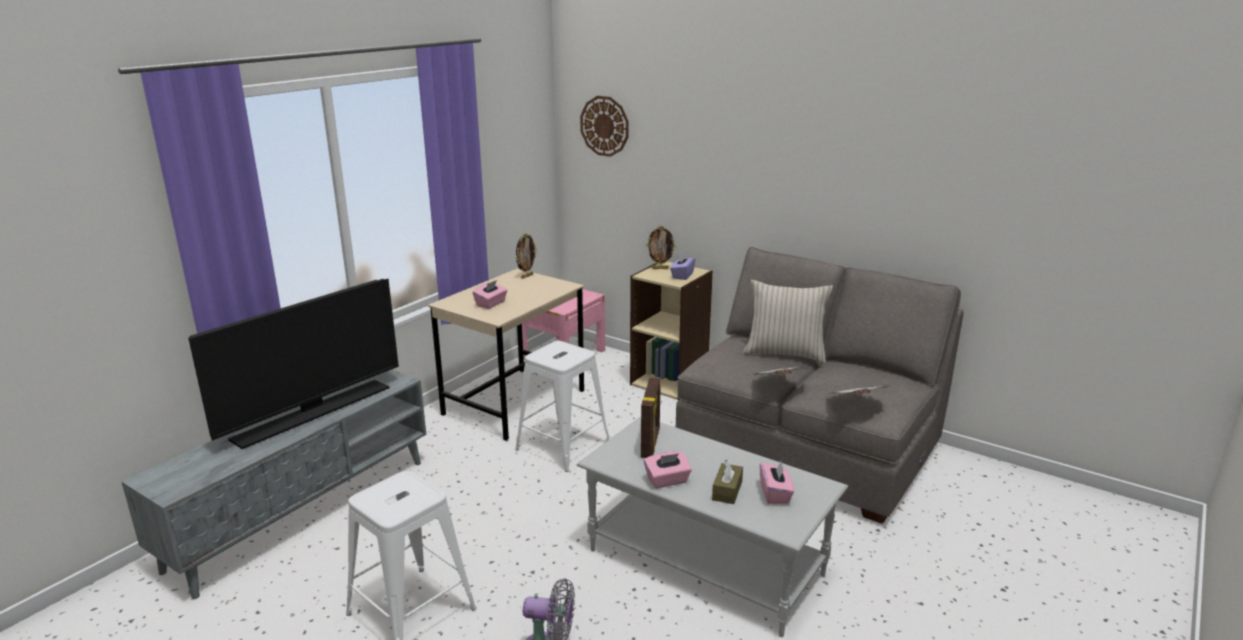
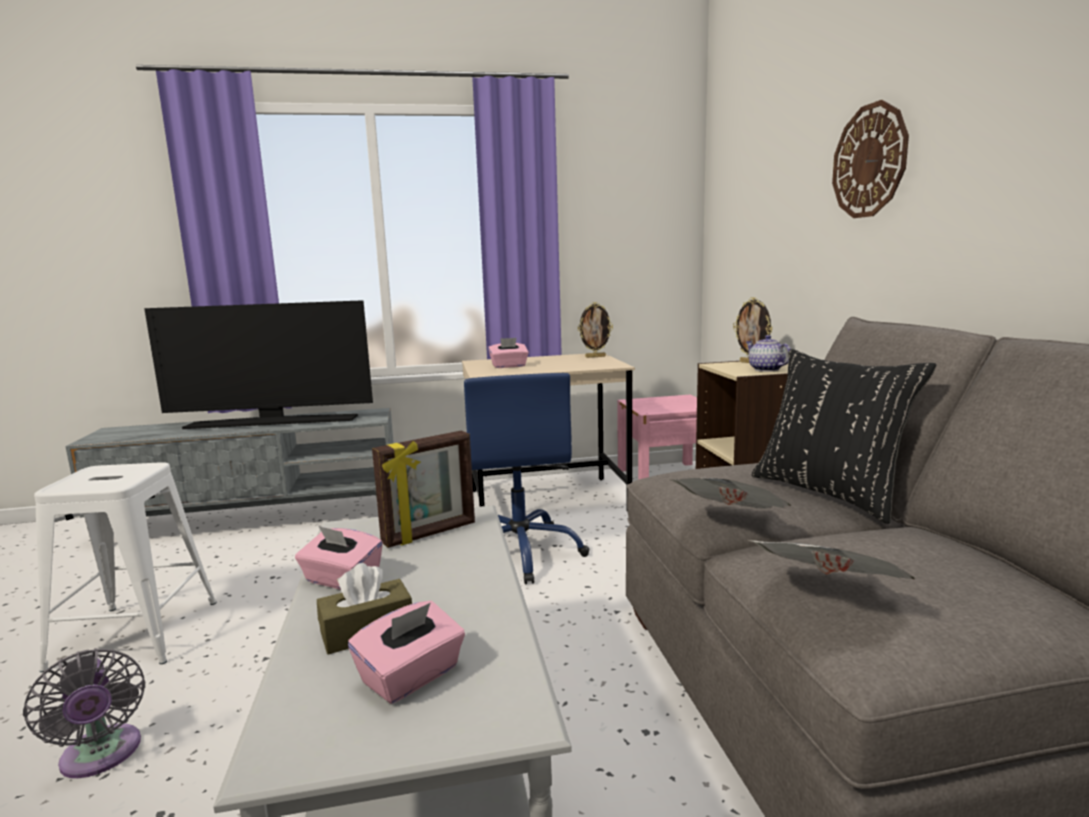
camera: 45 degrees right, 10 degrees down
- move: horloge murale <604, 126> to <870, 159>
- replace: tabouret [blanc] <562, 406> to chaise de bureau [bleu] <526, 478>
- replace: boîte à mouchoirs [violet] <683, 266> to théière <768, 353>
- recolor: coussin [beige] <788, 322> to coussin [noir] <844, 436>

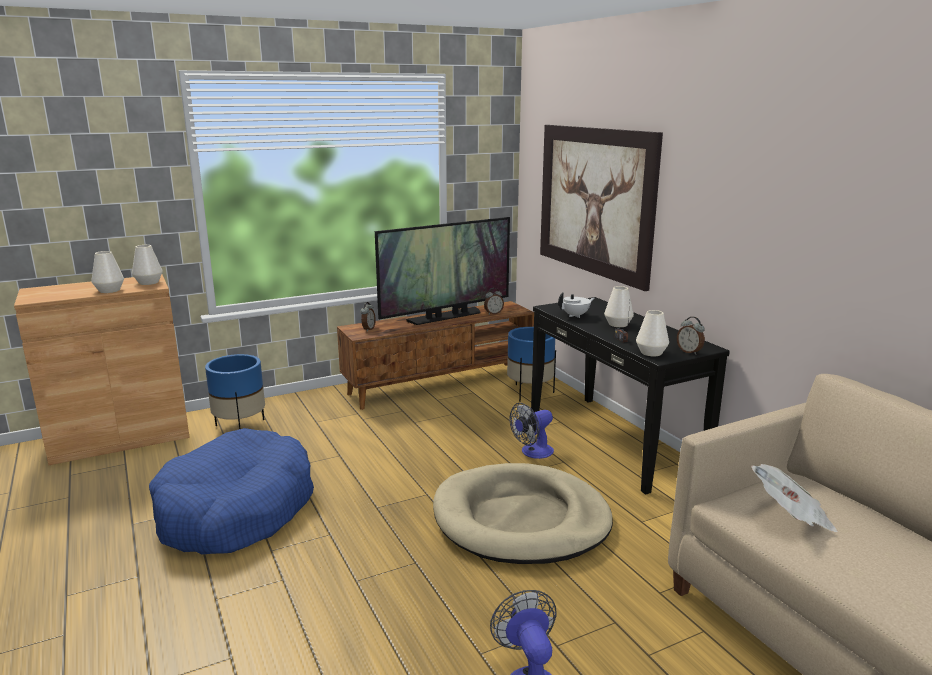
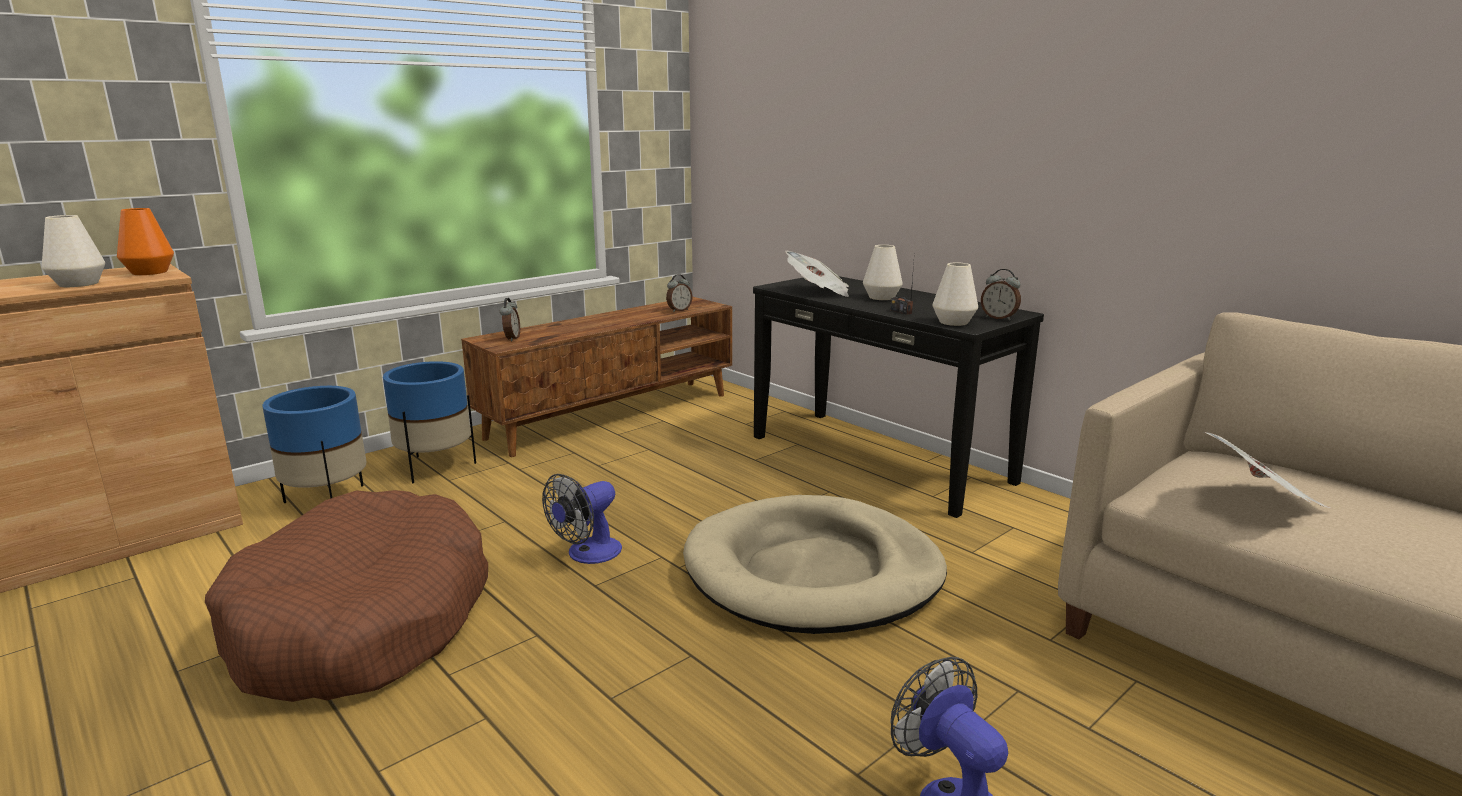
camera: 15 degrees left, 0 degrees up
- delete: téléviseur <442, 271>
- delete: tableau <601, 208>
- move: cache-pot [bleu] <531, 364> to <429, 422>
- move: ventilateur <531, 431> to <582, 519>
- replace: théière [blanc] <576, 305> to journal <817, 274>
- recolor: vase [blanc] <147, 265> to vase [orange] <145, 241>
- recolor: panier pour chien [bleu] <231, 491> to panier pour chien [marron] <346, 596>

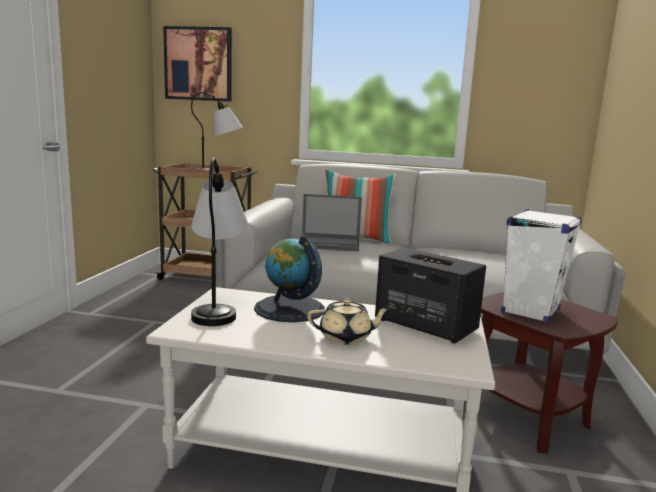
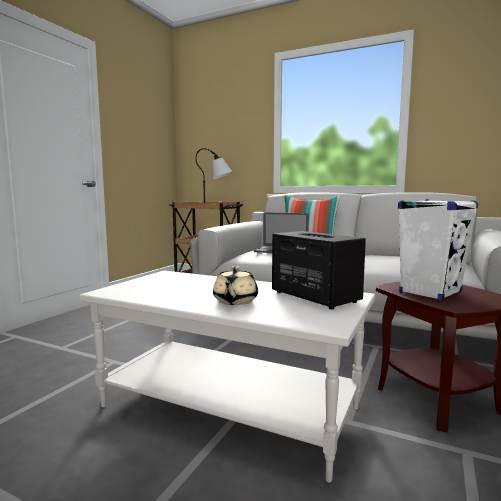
camera: 15 degrees right, 5 degrees down
- delete: tableau <197, 64>
- delete: lampe de table <219, 242>
- delete: globe <289, 278>
- rotate: théière [beige] <349, 321> = <235, 285> 90 degrees clockwise

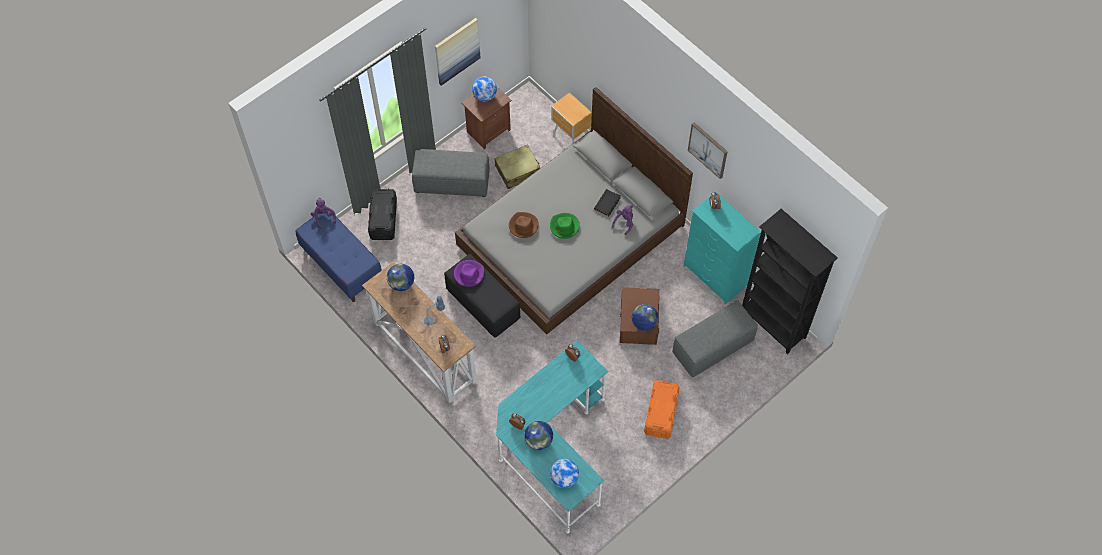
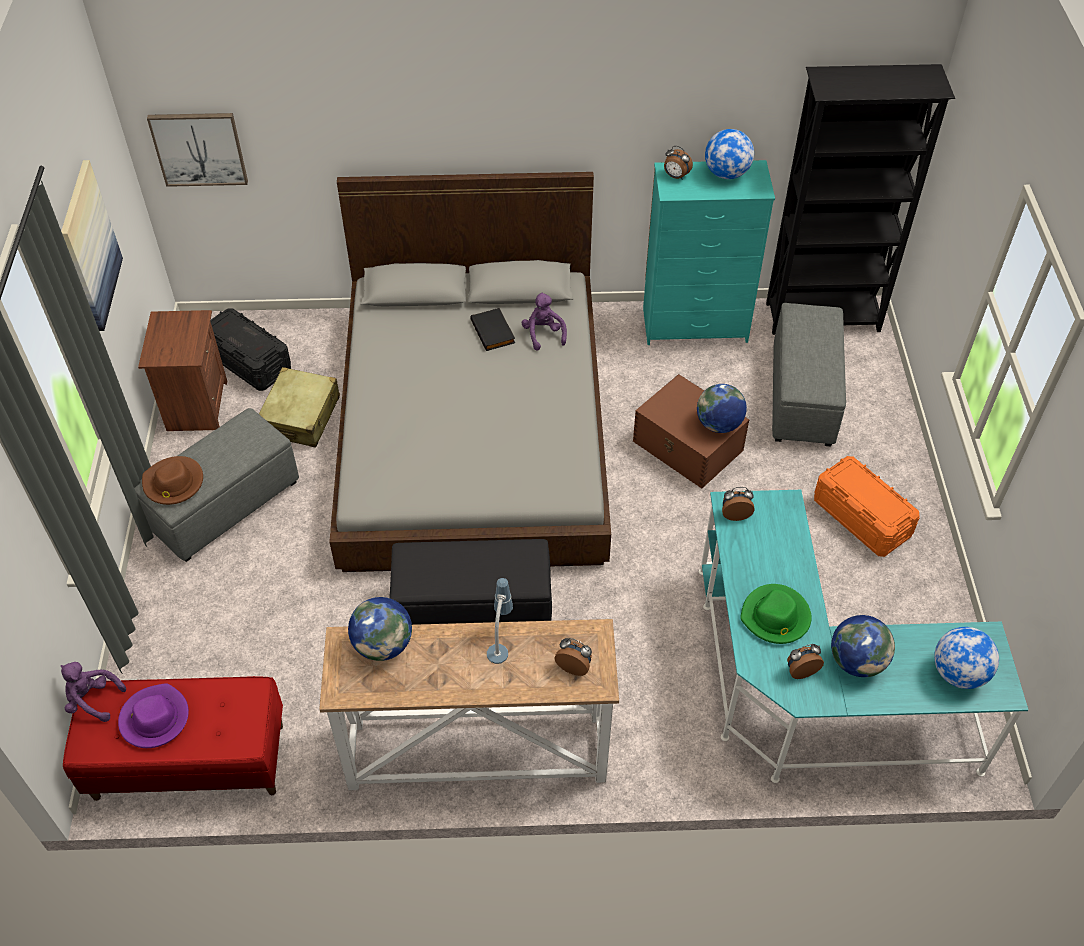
camera: 50 degrees left, 10 degrees down
- delete: table de chevet [marron] <571, 118>
- move: boîte de rangement [noir] <382, 214> to <251, 349>
- move: chapeau [violet] <469, 273> to <153, 715>
- move: globe <484, 88> to <729, 154>
- move: chapeau [marron] <524, 225> to <172, 480>
- move: chapeau [vert] <565, 226> to <776, 614>
- move: tableau <708, 151> to <197, 150>
- recolor: banc [bleu] <338, 256> to banc [rouge] <173, 738>

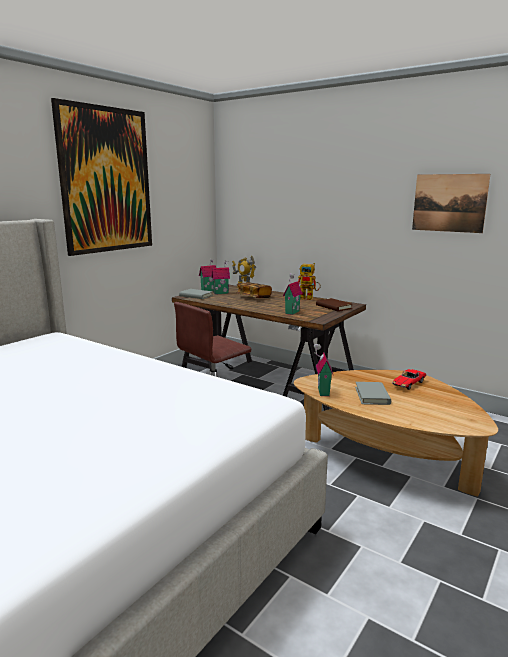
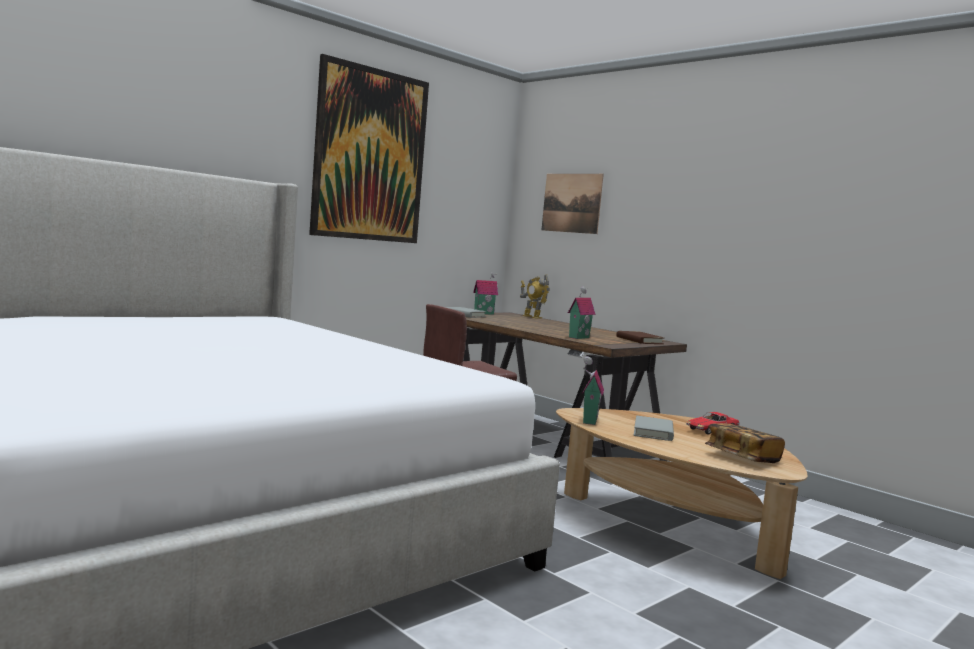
camera: 10 degrees right, 10 degrees down
- delete: maison miniature <220, 277>
- delete: robot jouet <309, 281>
- move: livre <254, 290> to <745, 443>
- move: tableau <451, 203> to <573, 204>

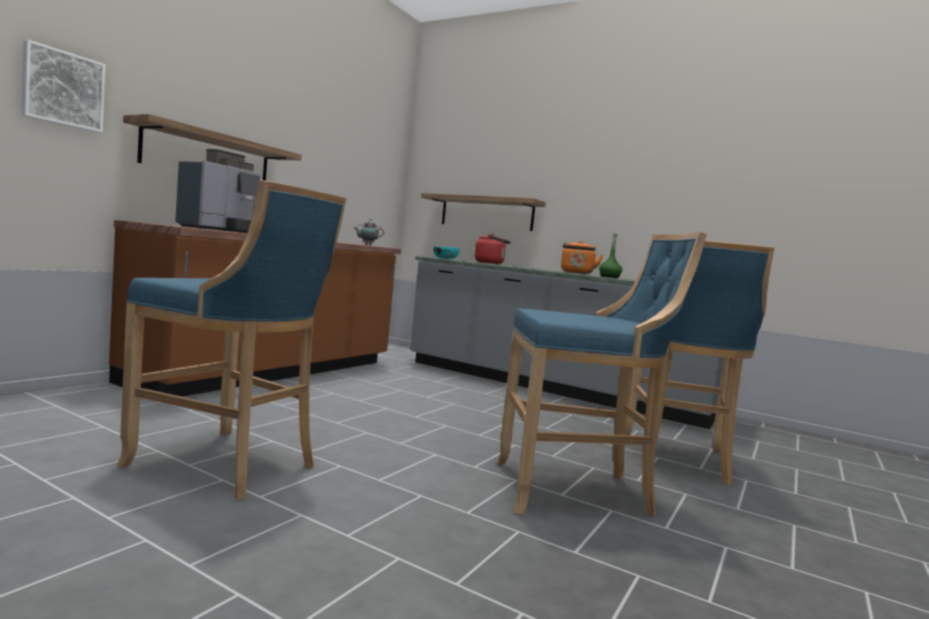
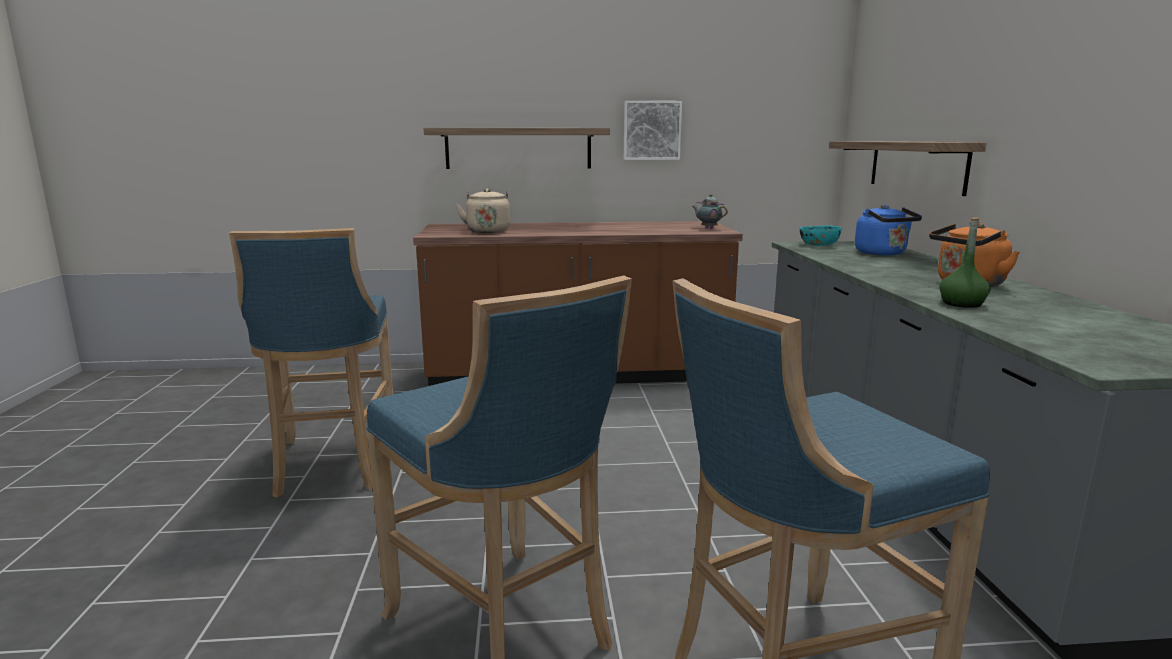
camera: 55 degrees right, 10 degrees up
- move: tableau <63, 86> to <653, 130>
- replace: machine à café <218, 191> to bouilloire [beige] <483, 211>
- recolor: bouilloire [rouge] <493, 248> to bouilloire [bleu] <888, 230>

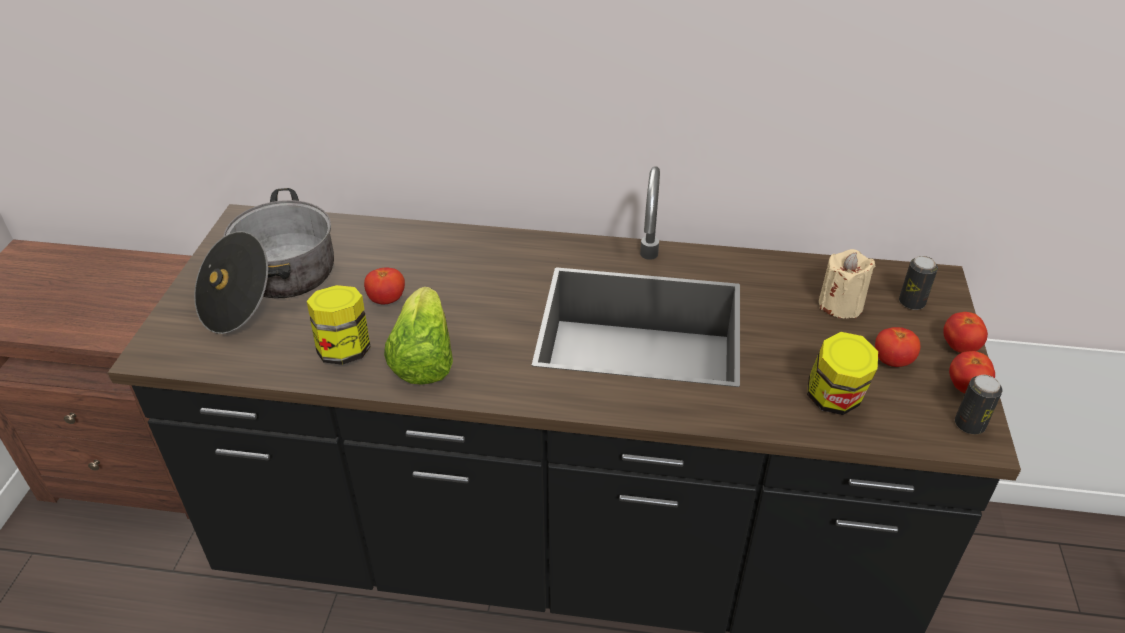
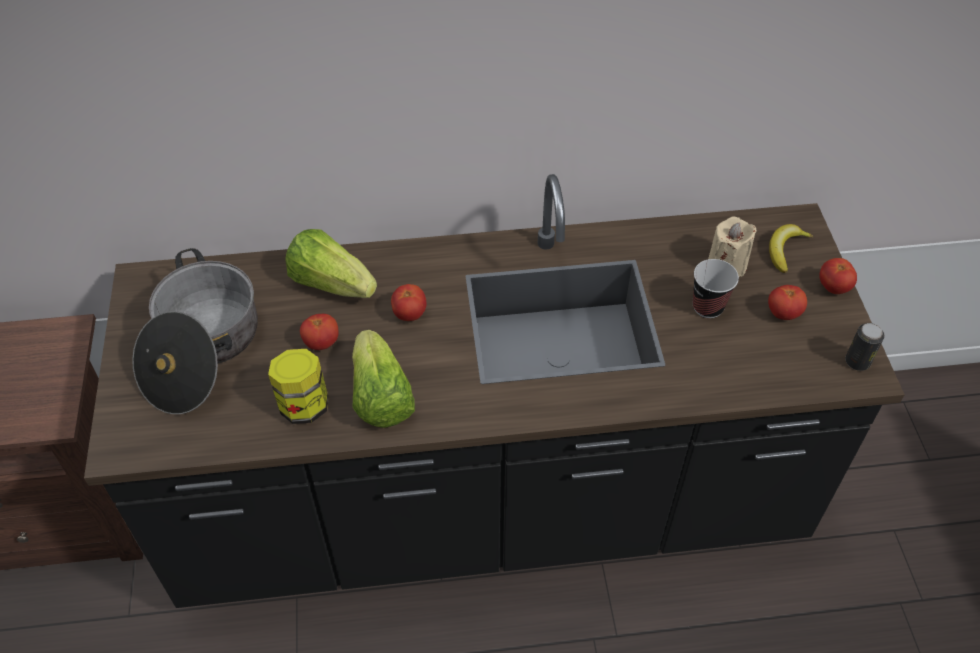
camera: 15 degrees left, 10 degrees up
- delete: bocal <842, 373>
- insert: laitue <331, 263>
- insert: tasse <716, 288>
- move: tomate <972, 372> to <409, 302>
- replace: boîte métallique <918, 283> to banane <791, 248>

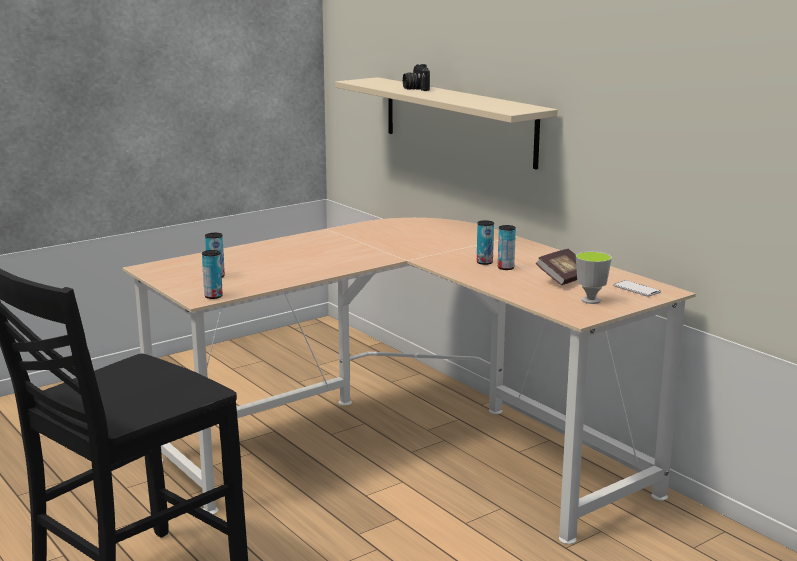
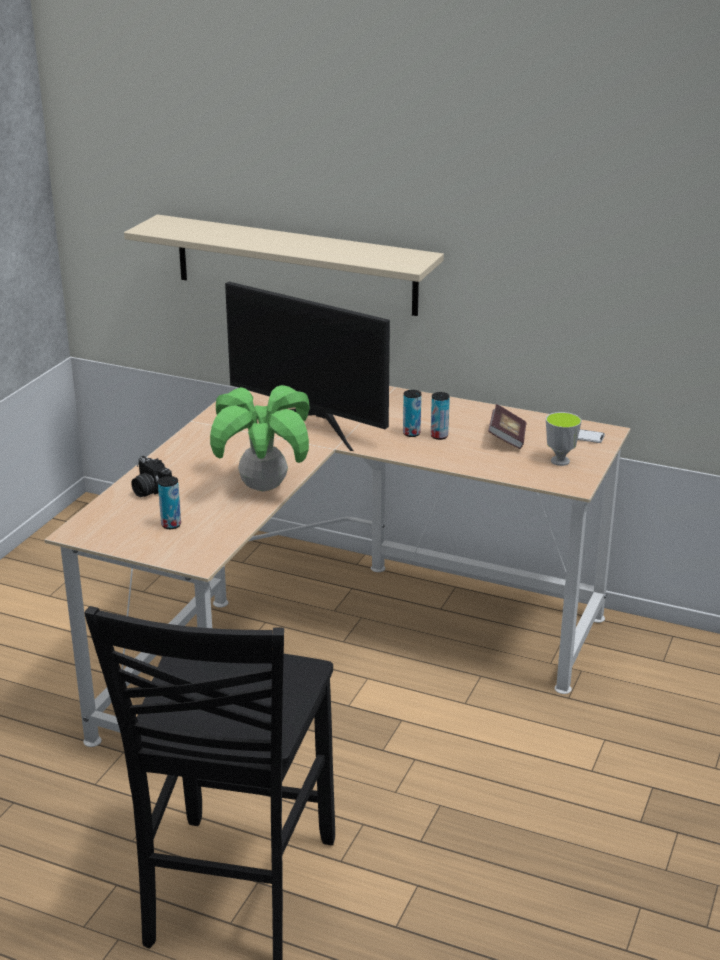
camera: 30 degrees left, 10 degrees up
- delete: boîte métallique <212, 274>
- insert: plante en pot <260, 438>
- insert: écran d'ordinateur <307, 366>
- move: appareil photo <416, 77> to <152, 476>

